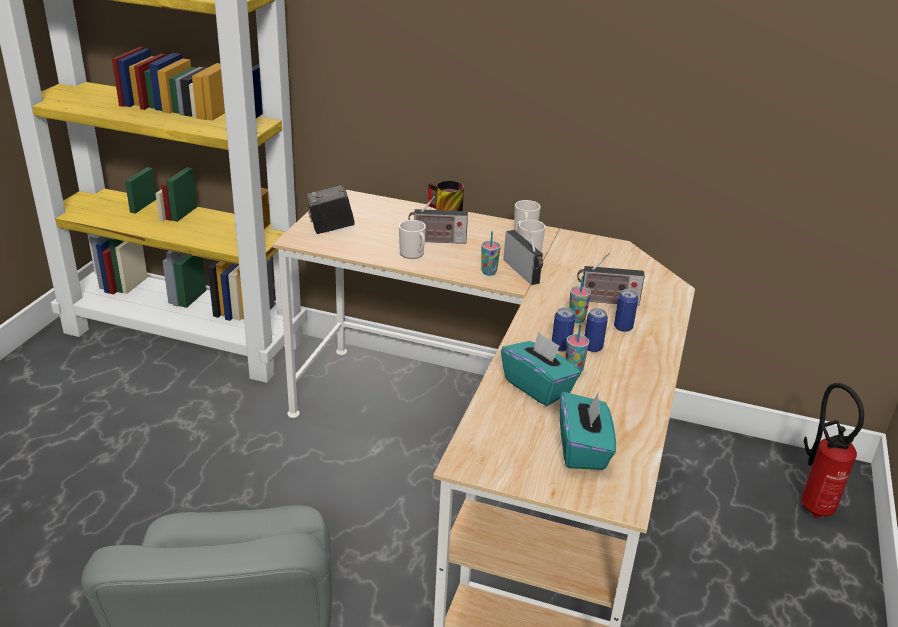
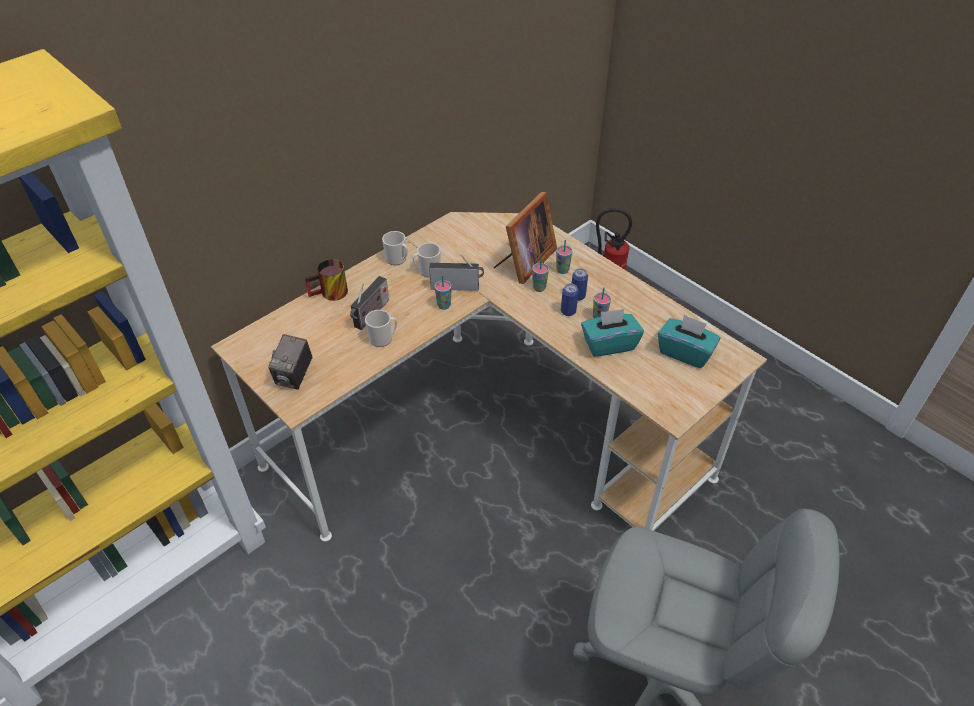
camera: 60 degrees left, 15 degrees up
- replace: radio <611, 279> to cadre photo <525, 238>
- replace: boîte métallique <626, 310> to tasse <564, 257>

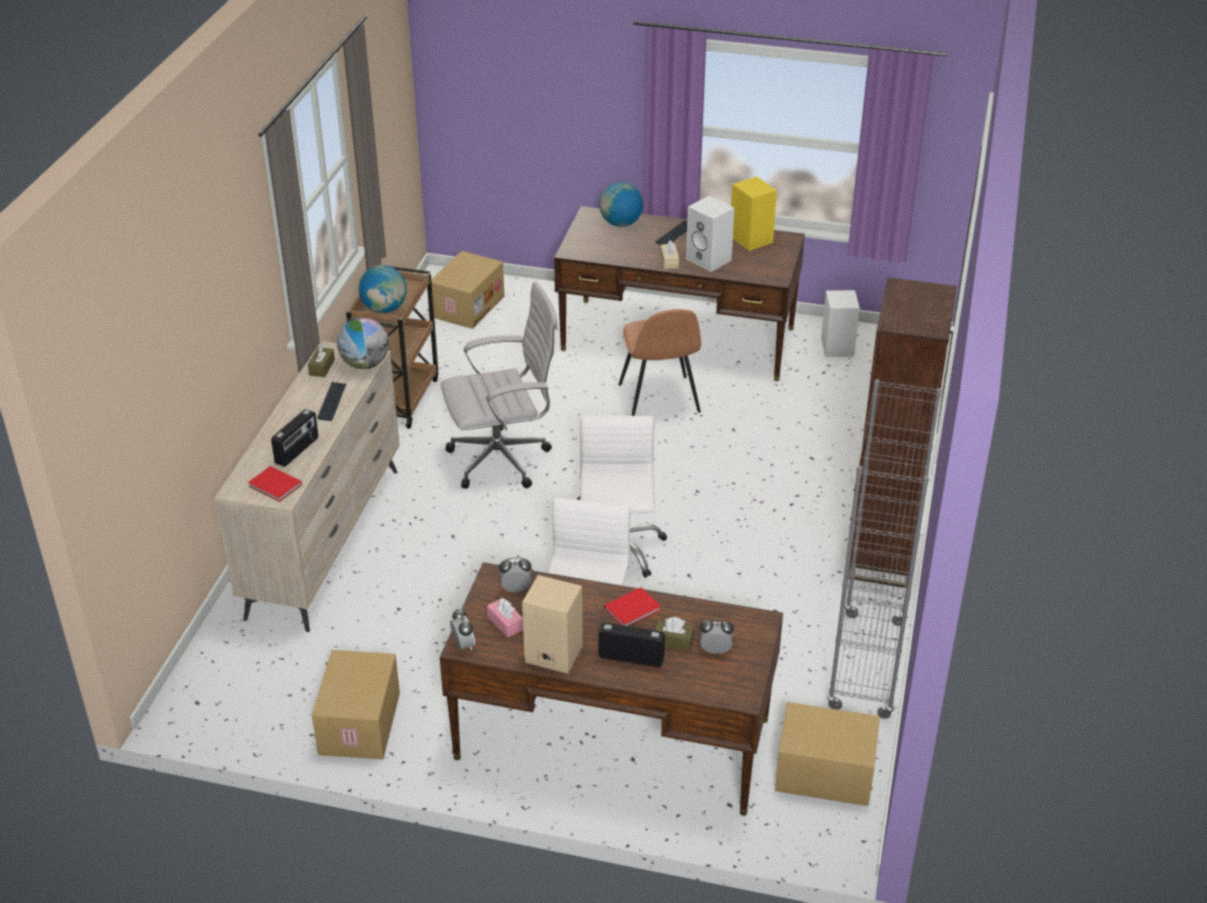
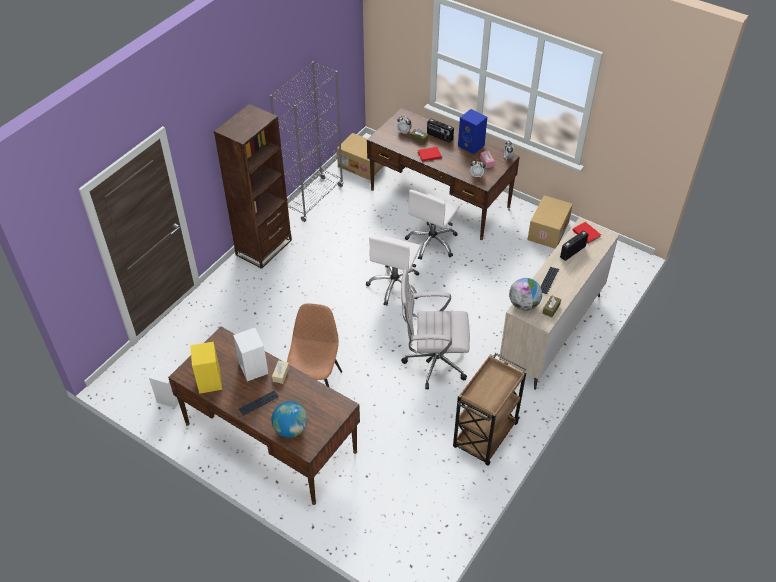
camera: 160 degrees left, 10 degrees up
- delete: globe <383, 289>
- delete: carton <467, 290>
- recolor: enceinte [beige] <552, 624> to enceinte [bleu] <472, 131>

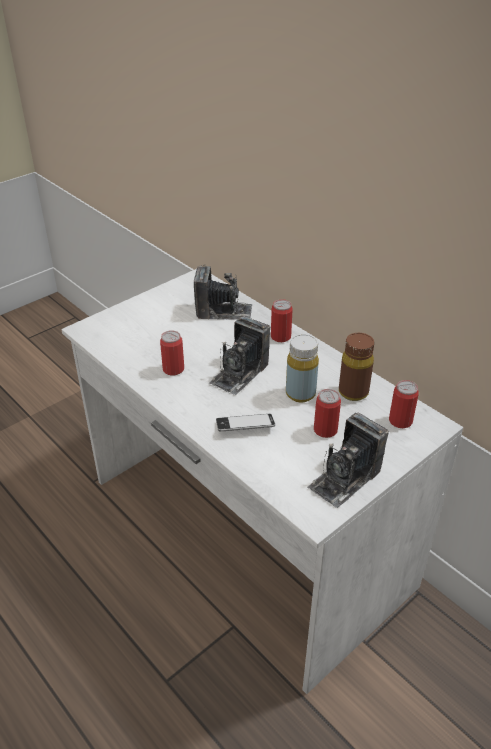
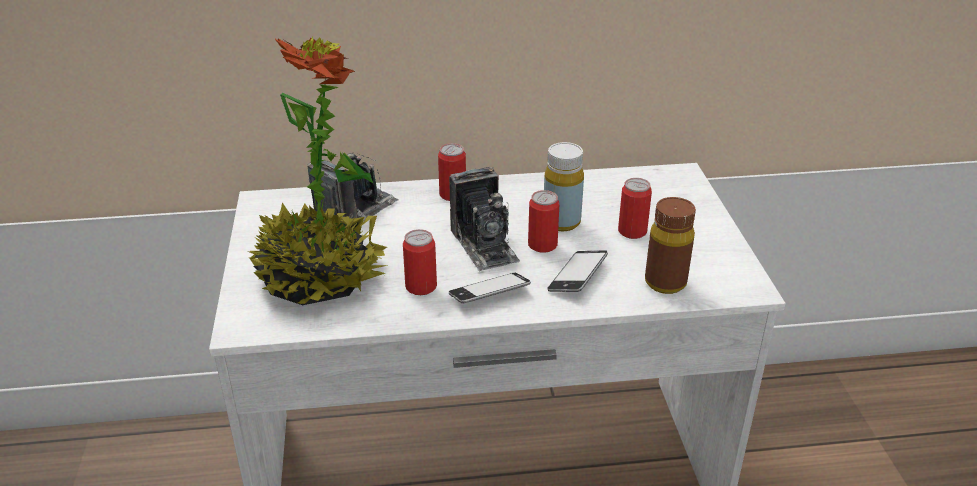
camera: 55 degrees left, 5 degrees down
- delete: appareil photo <348, 460>
- insert: plante en pot <317, 171>
- insert: téléphone <490, 288>
- move: bouteille [marron] <356, 367> to <670, 245>
- move: boîte métallique <404, 404> to <543, 221>

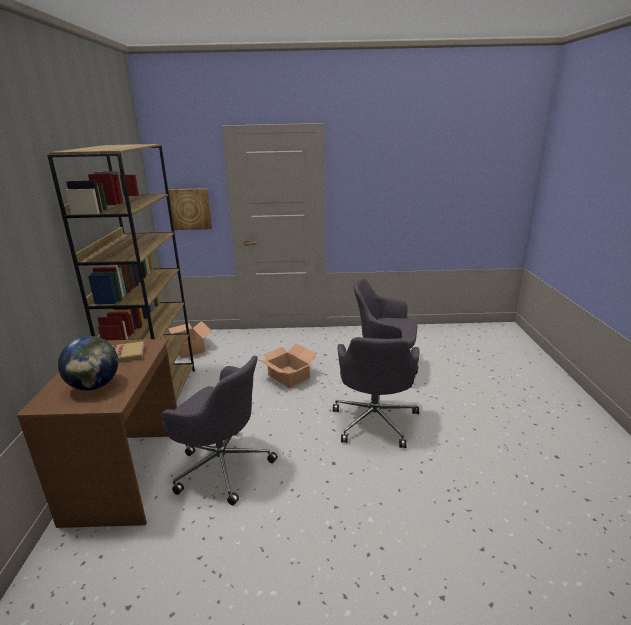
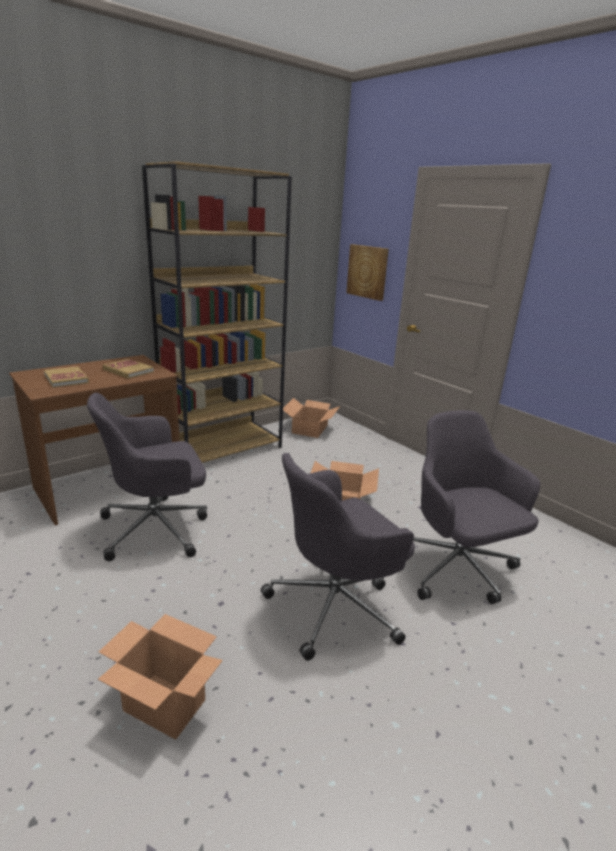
camera: 50 degrees right, 0 degrees up
- insert: carton <160, 677>
- replace: globe <88, 363> to livre <66, 377>
- rotate: chaise de bureau [gris] <220, 430> = <147, 477> 75 degrees clockwise

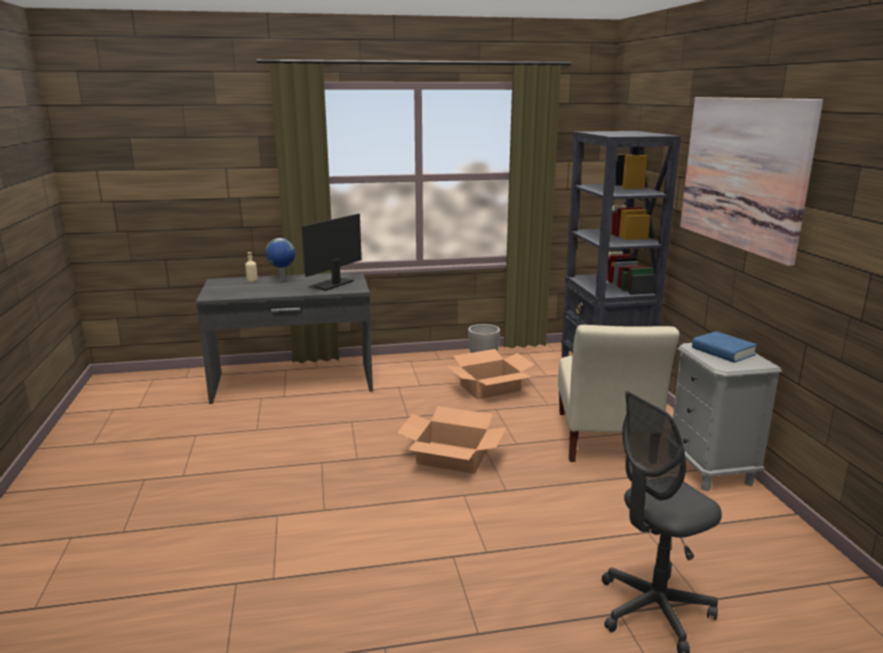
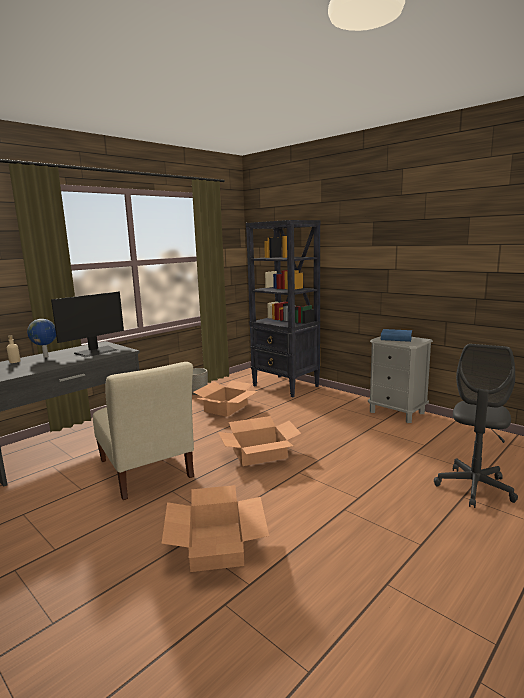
camera: 35 degrees left, 5 degrees down
- delete: tableau <751, 181>
- insert: carton <215, 528>
- move: chaise [beige] <619, 393> to <143, 431>
- rotate: écran d'ordinateur <332, 252> = <87, 324> 135 degrees counterclockwise

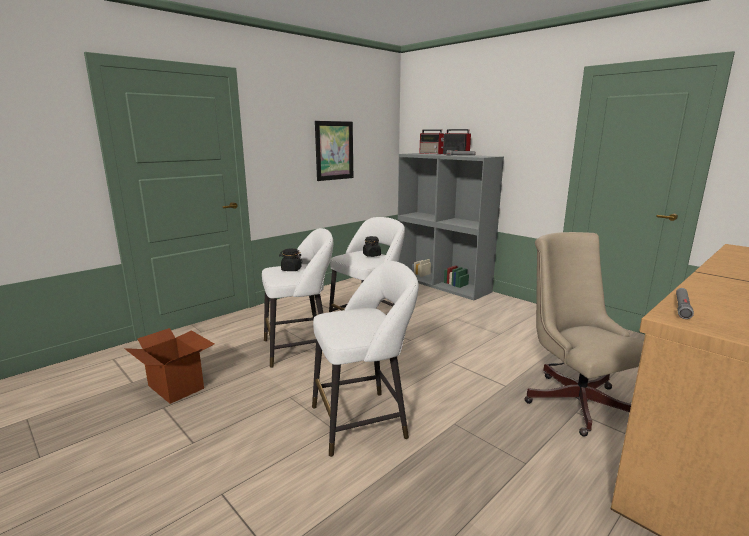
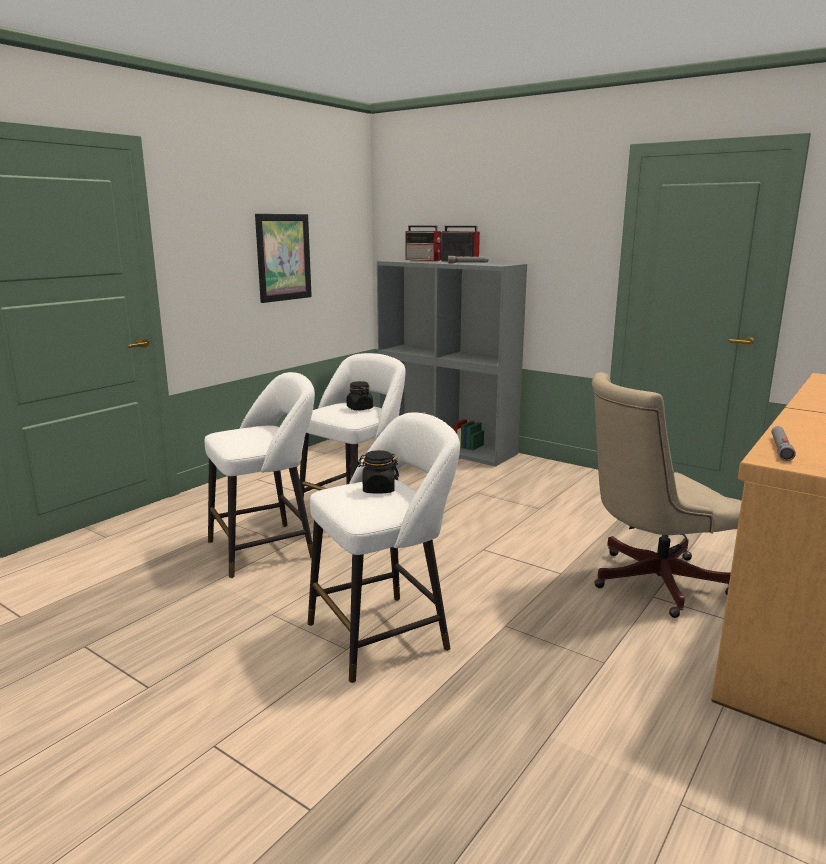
camera: 10 degrees left, 0 degrees up
- delete: carton <169, 366>
- move: bocal [noir] <290, 259> to <378, 472>
- rotate: chaise de bureau [beige] <584, 334> = <666, 495> 75 degrees counterclockwise

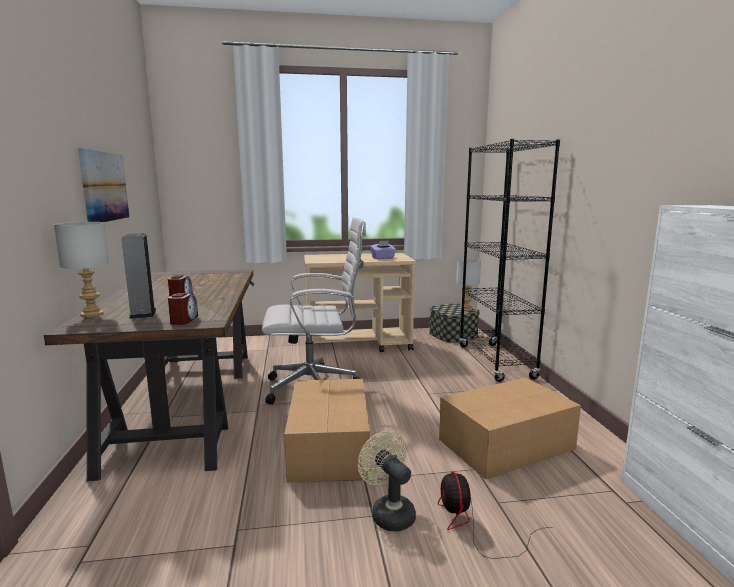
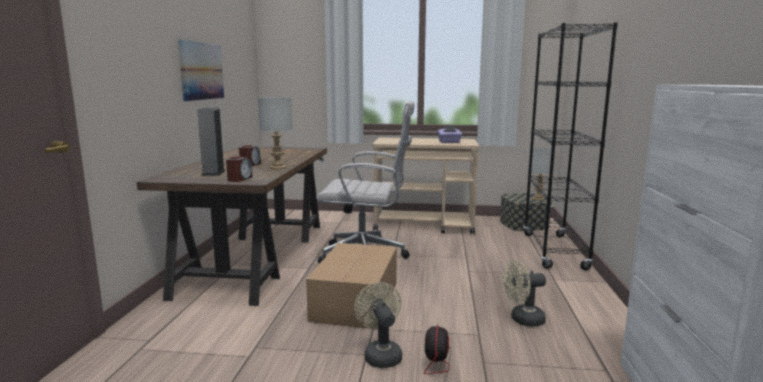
camera: 15 degrees right, 0 degrees up
- move: lampe de table [gris] <81, 269> to <275, 133>
- replace: carton <510, 428> to ventilateur [beige] <524, 293>

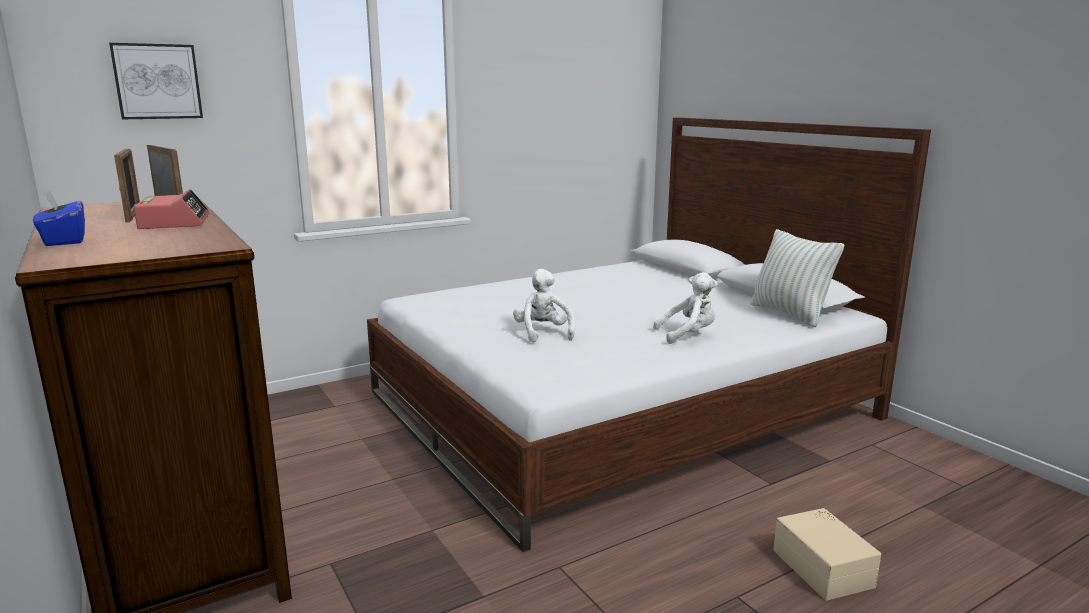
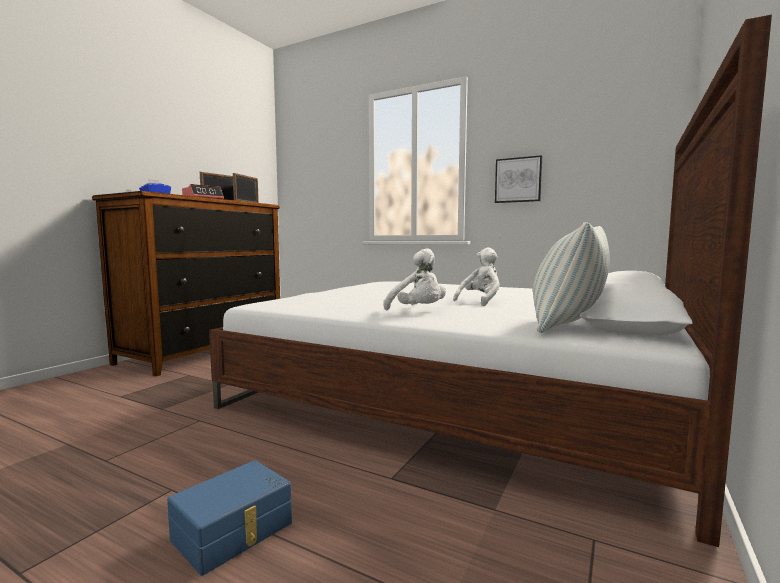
camera: 60 degrees right, 10 degrees down
- move: tableau <156, 81> to <518, 179>
- move: peluche [blanc] <544, 306> to <476, 276>
- recolor: boîte de rangement [beige] <827, 554> to boîte de rangement [bleu] <229, 518>

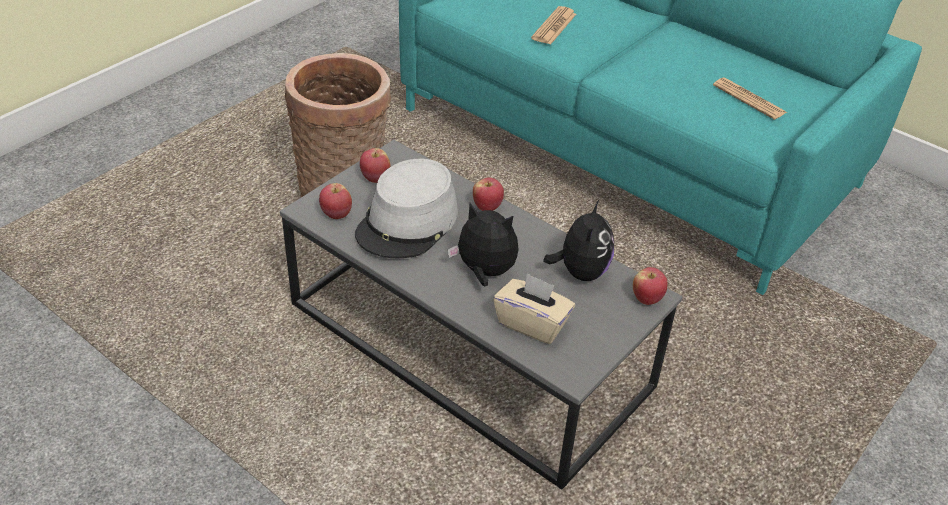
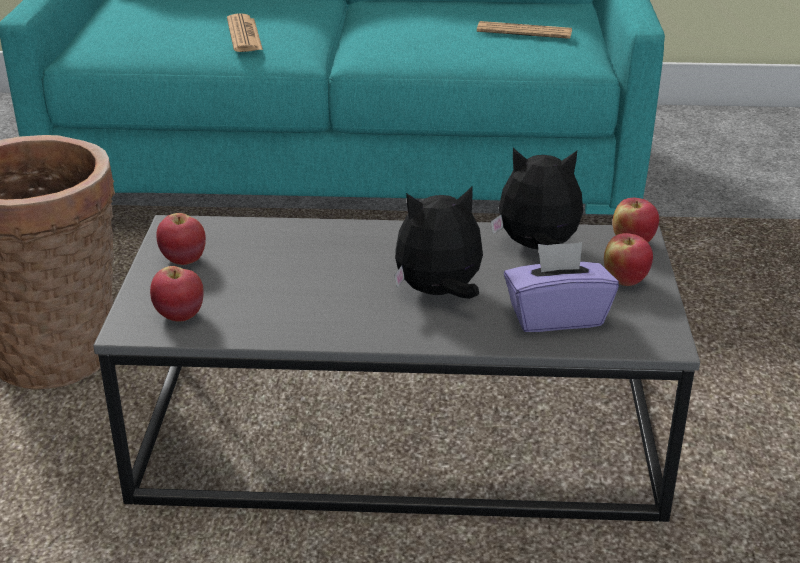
camera: 35 degrees left, 10 degrees down
- delete: chapeau [gris] <406, 208>
- move: pomme <488, 194> to <628, 259>
- recolor: boîte à mouchoirs [beige] <534, 308> to boîte à mouchoirs [violet] <561, 287>
- rotate: peluche <578, 240> = <537, 198> 60 degrees counterclockwise

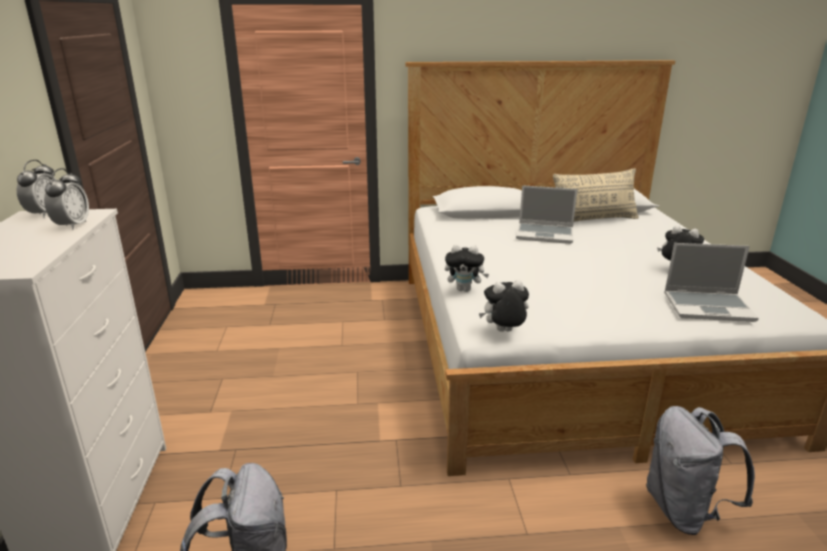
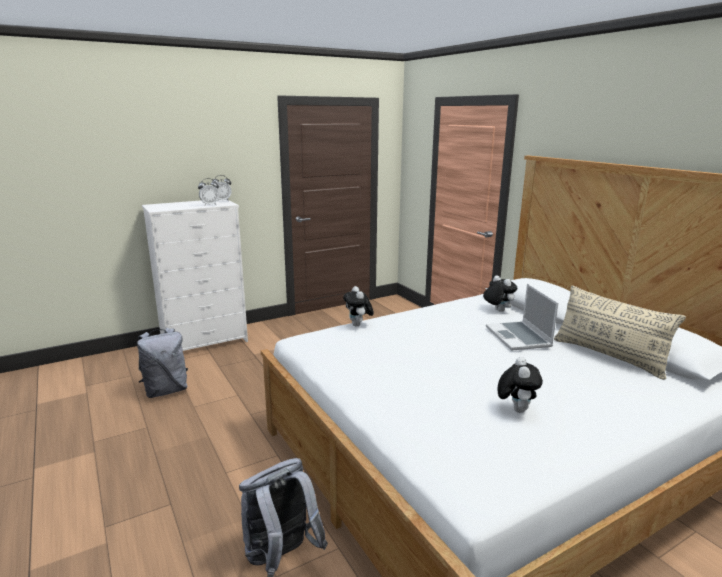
camera: 65 degrees right, 5 degrees down
- delete: ordinateur portable <711, 282>
- move: peluche <504, 306> to <500, 293>

